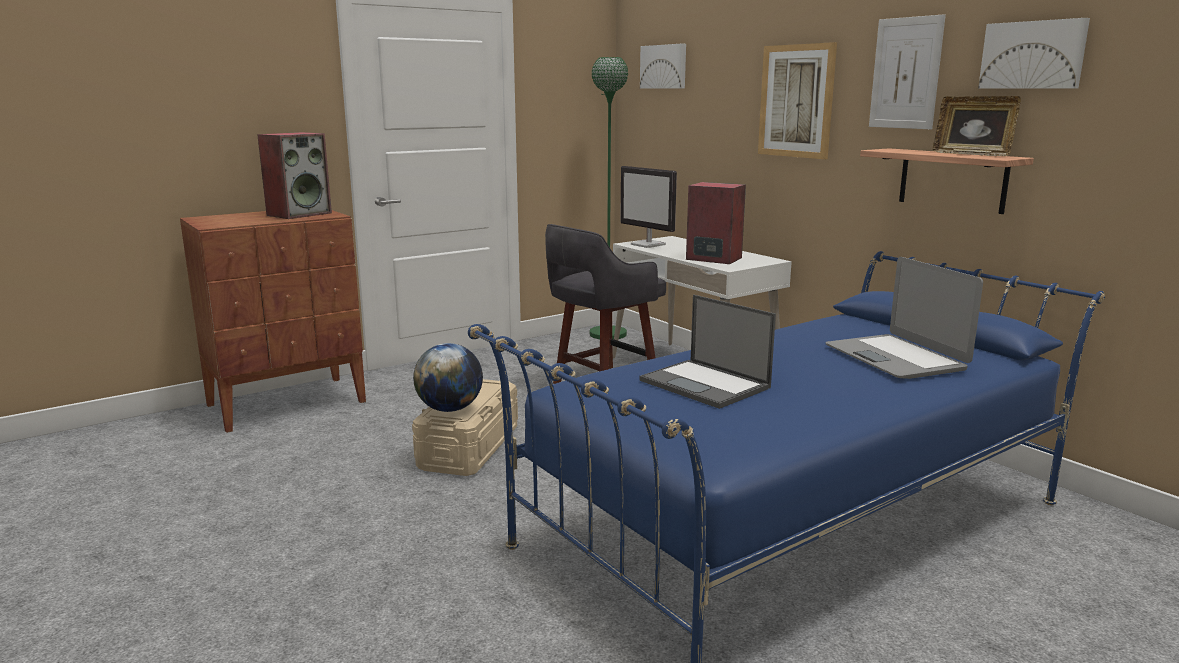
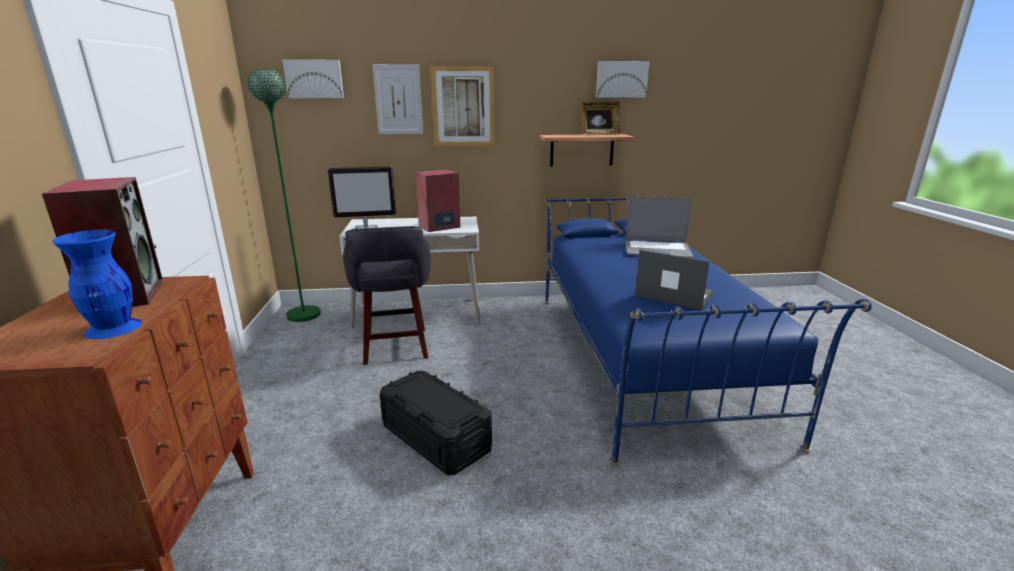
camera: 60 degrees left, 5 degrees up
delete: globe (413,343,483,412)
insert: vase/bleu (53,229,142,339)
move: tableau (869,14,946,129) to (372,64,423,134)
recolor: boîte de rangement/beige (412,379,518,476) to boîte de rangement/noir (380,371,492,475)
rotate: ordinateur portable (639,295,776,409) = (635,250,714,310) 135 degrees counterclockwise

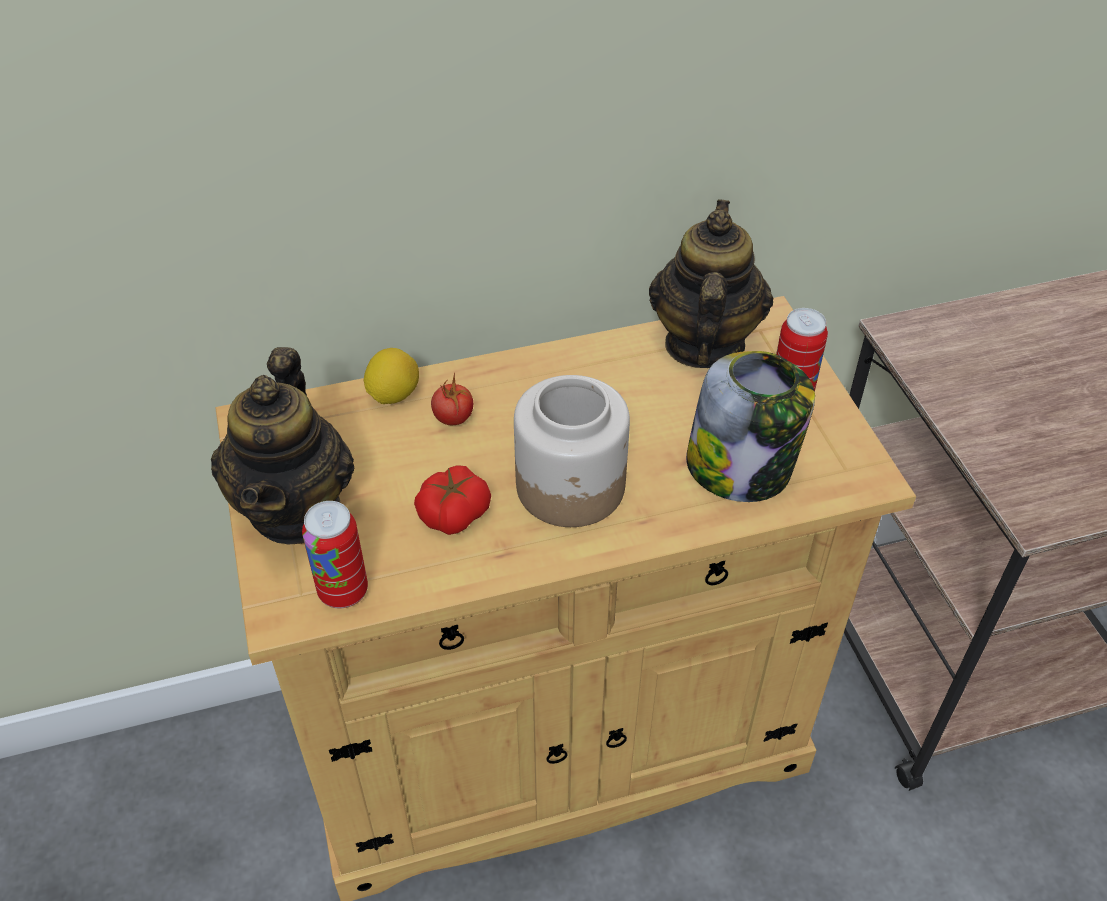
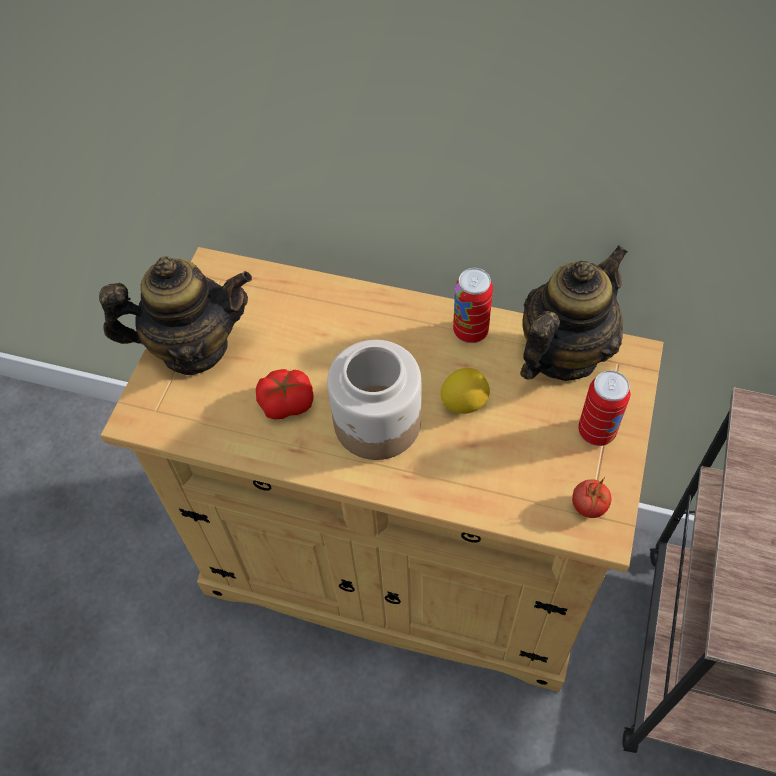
camera: 35 degrees right, 10 degrees up
delete: bocal (686,351,815,502)
move: boîte métallique (302,501,368,608) to (453,268,493,343); citron (364,348,419,404) to (440,368,490,414); tomate (431,373,473,425) to (572,477,611,518)
rotate: théière (211,347,354,544) = (99,257,252,375) 135 degrees counterclockwise

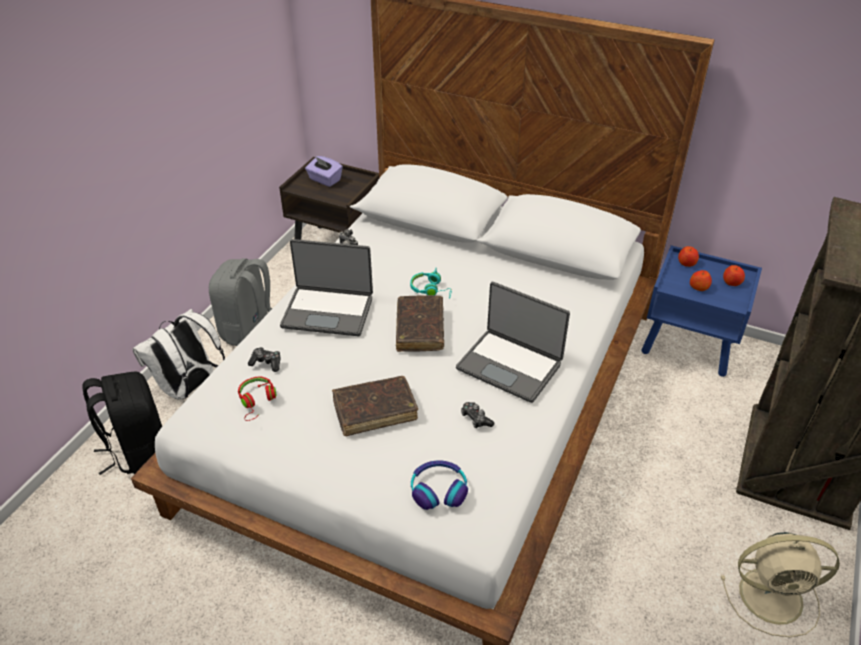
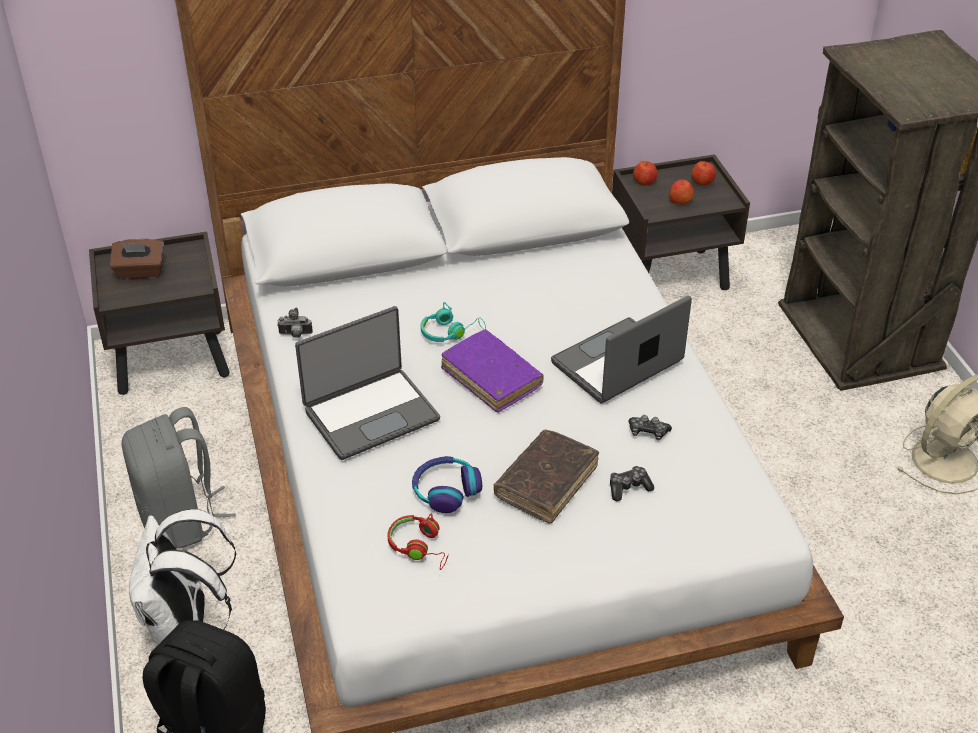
camera: 40 degrees left, 0 degrees up
move: manette (248,347,281,372) to (610,466,654,501); casque audio (411,460,468,510) to (412,456,482,513)
recolor: boîte à mouchoirs/violet (305,156,343,187) to boîte à mouchoirs/marron (110,239,164,280); livre/marron (396,295,444,352) to livre/violet (441,330,544,412); table de chevet/bleu (641,245,762,377) to table de chevet/marron (612,154,750,290)
rotate: ordinateur portable (456,282,570,403) = (551,296,692,404) 150 degrees clockwise

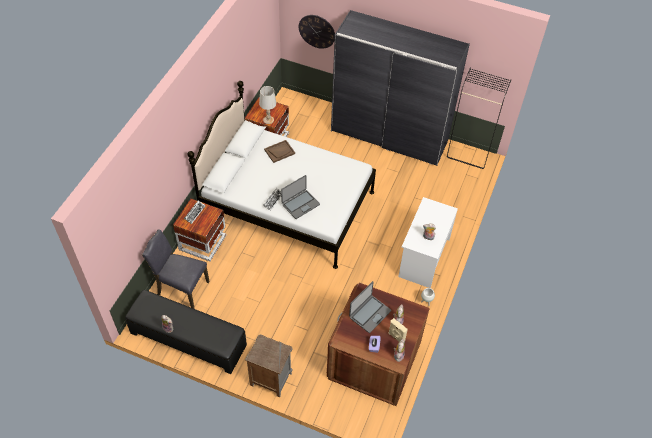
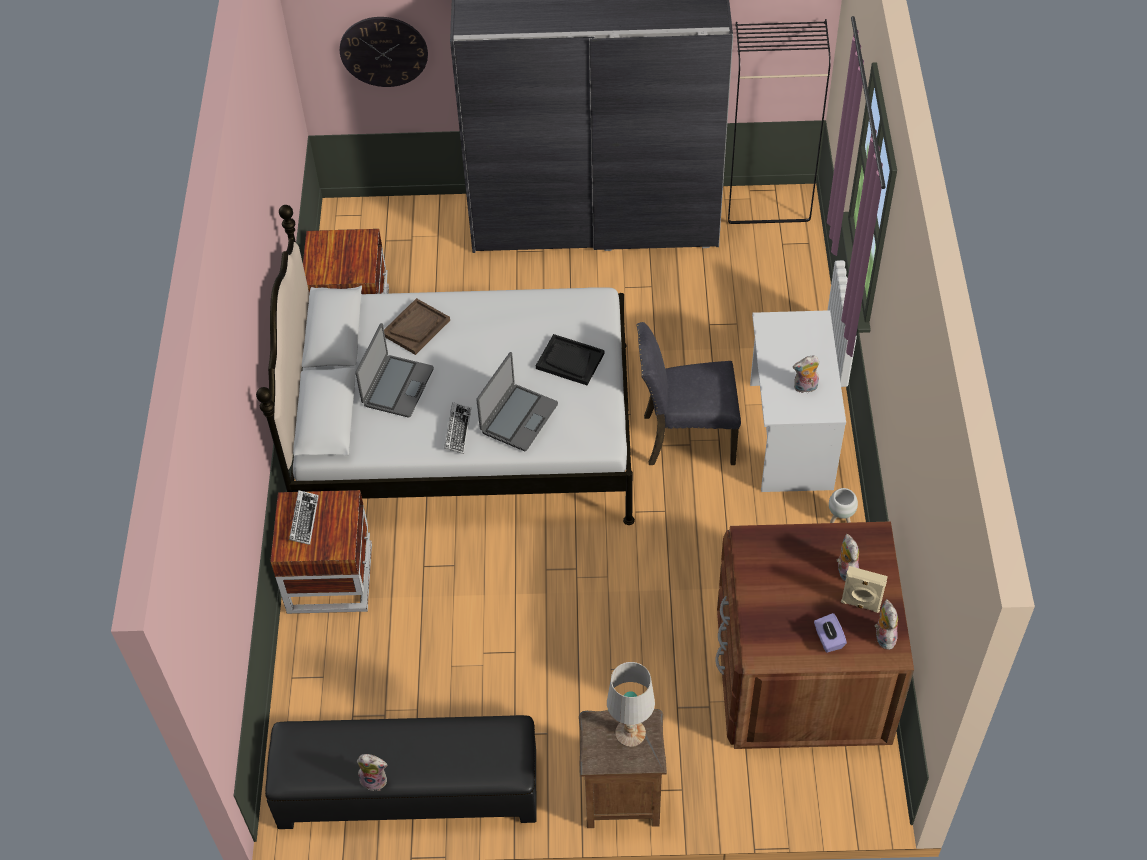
camera: 20 degrees left, 0 degrees up
insert: plateau/noir (536,334,605,385)
move: chaise/gris (142,229,210,309) to (636,322,741,465); lampe de table/blanc (259,86,276,124) to (607,662,655,747); ordinateur portable (349,281,391,333) to (355,323,434,418)

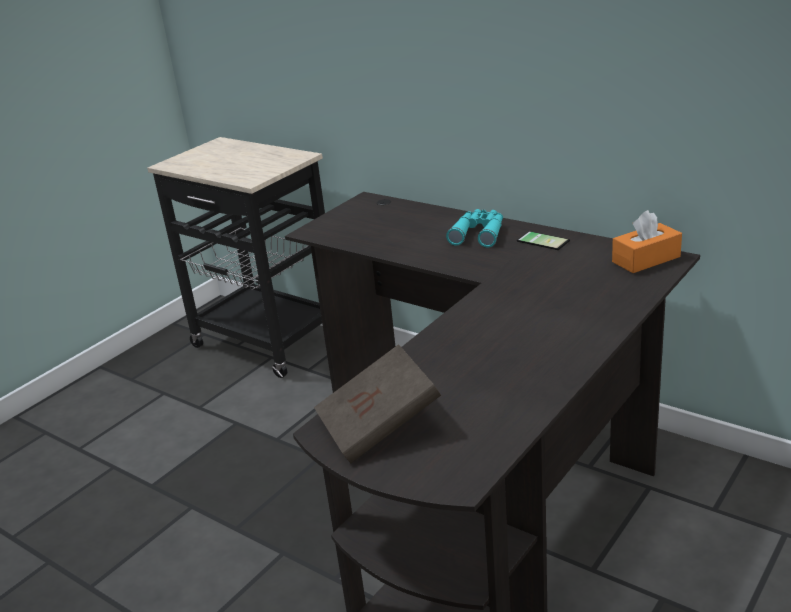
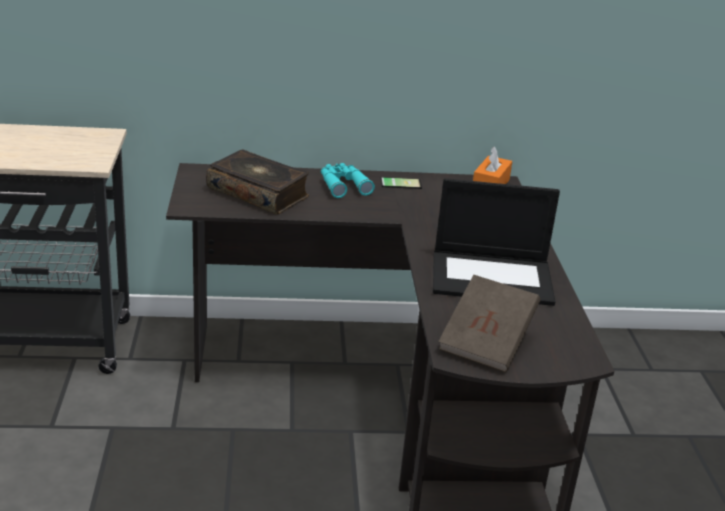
camera: 45 degrees left, 0 degrees up
insert: livre (206,150,309,214); ordinateur portable (433,178,560,306)

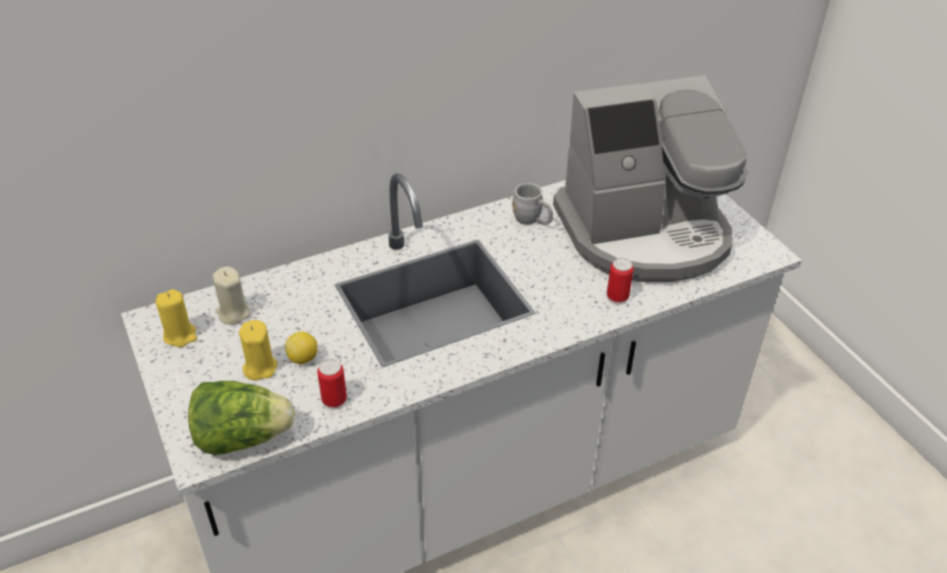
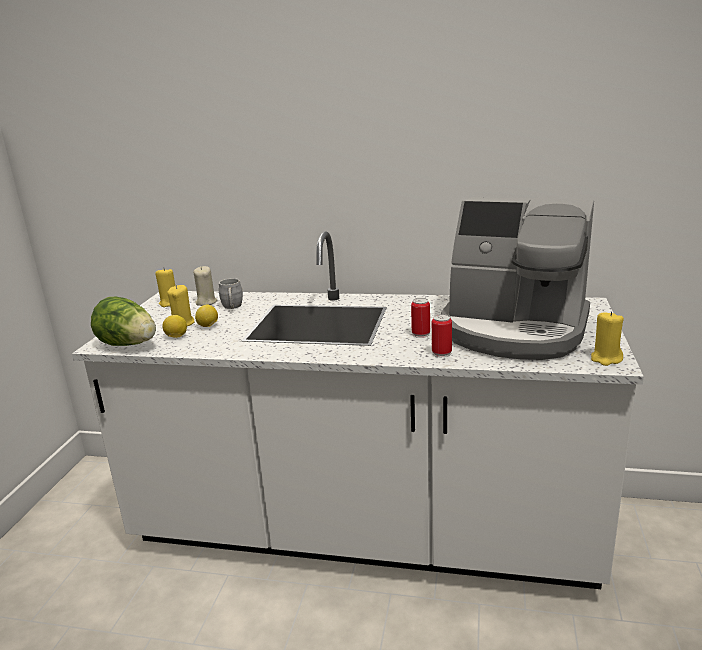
camera: 40 degrees right, 20 degrees down
insert: citron (162,315,187,338); bougie/jaune (591,311,624,366)
move: boîte métallique (317,359,347,409) to (411,298,430,338); mug/gris (512,183,553,225) to (219,278,243,309)

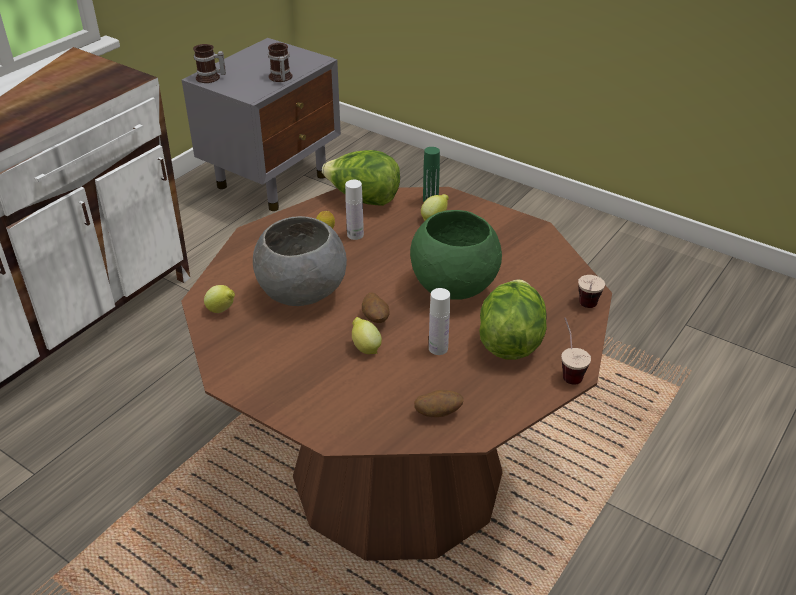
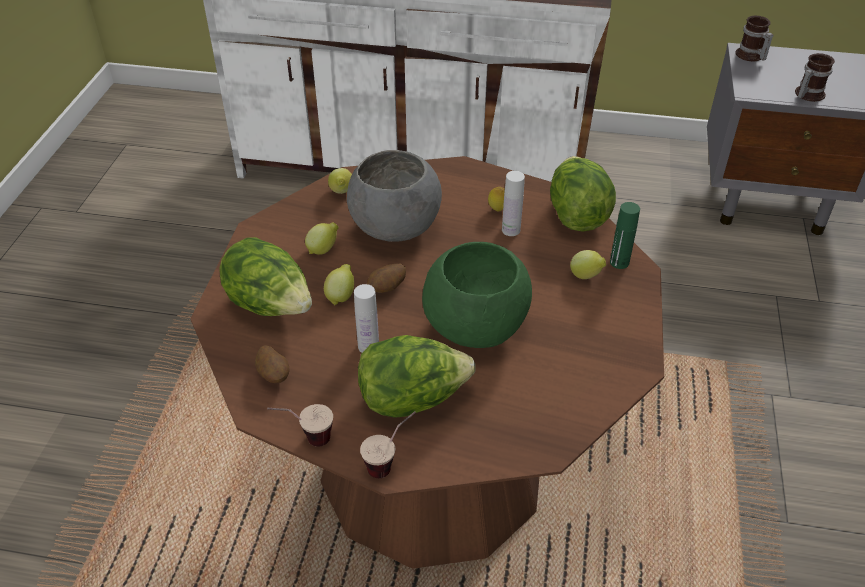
camera: 65 degrees right, 5 degrees up
insert: laitue (219,237,312,316); citron (305,223,339,255)
move: tasse (578,275,605,308) to (267,404,333,447)

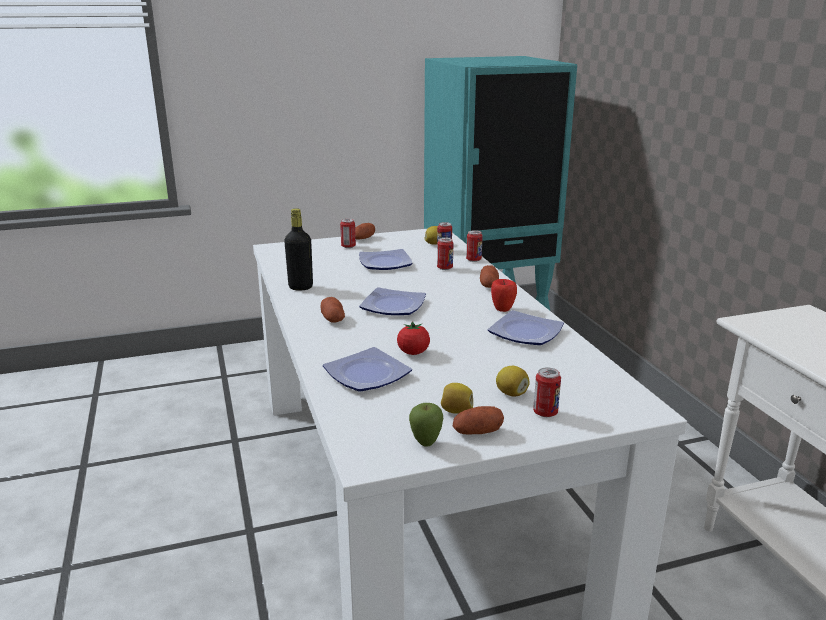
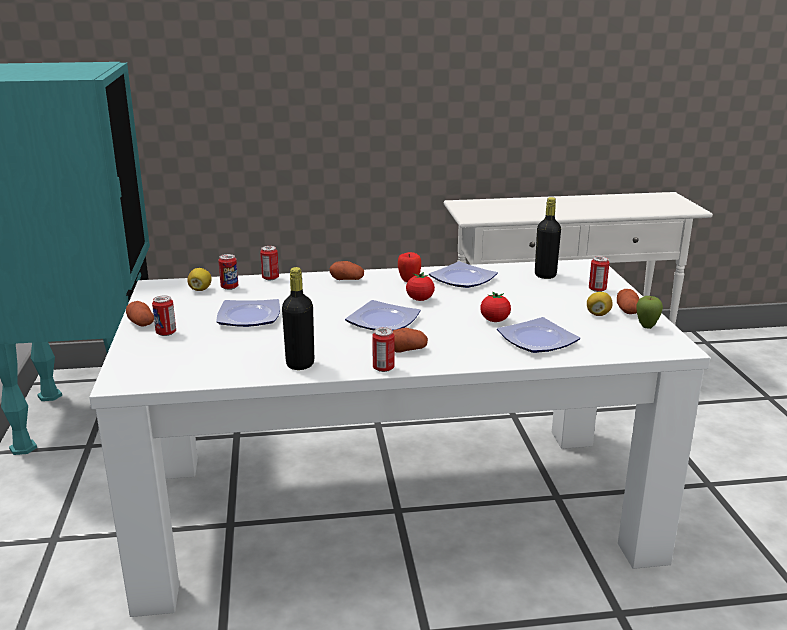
camera: 80 degrees left, 0 degrees up
delete: citron (496,366,530,396)
insert: tomate (406,272,435,301); bouteille/noir (535,197,561,279)
move: boîte métallique (437,238,453,270) to (372,327,394,372)

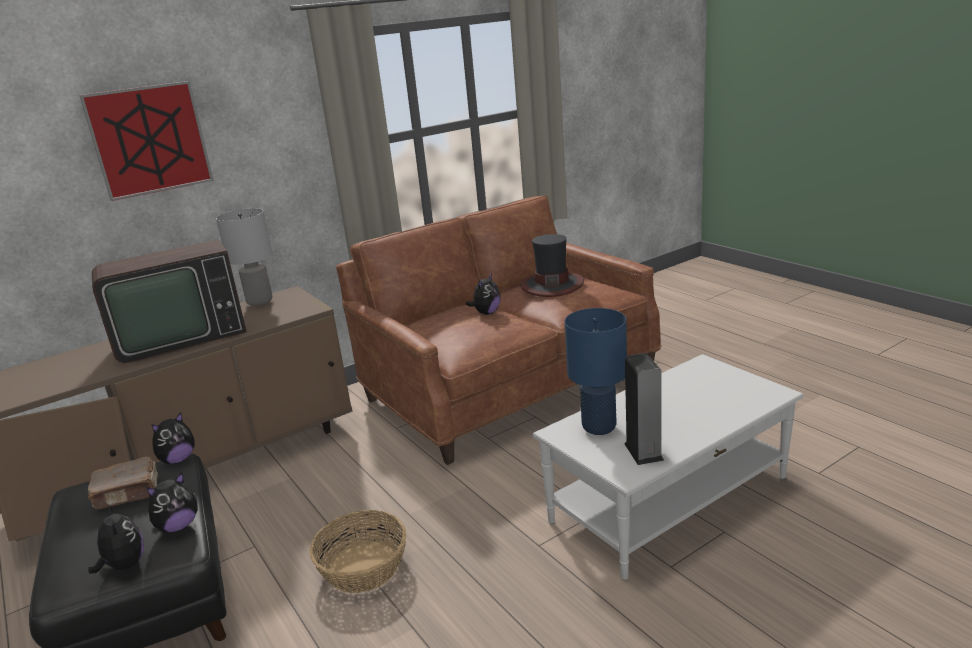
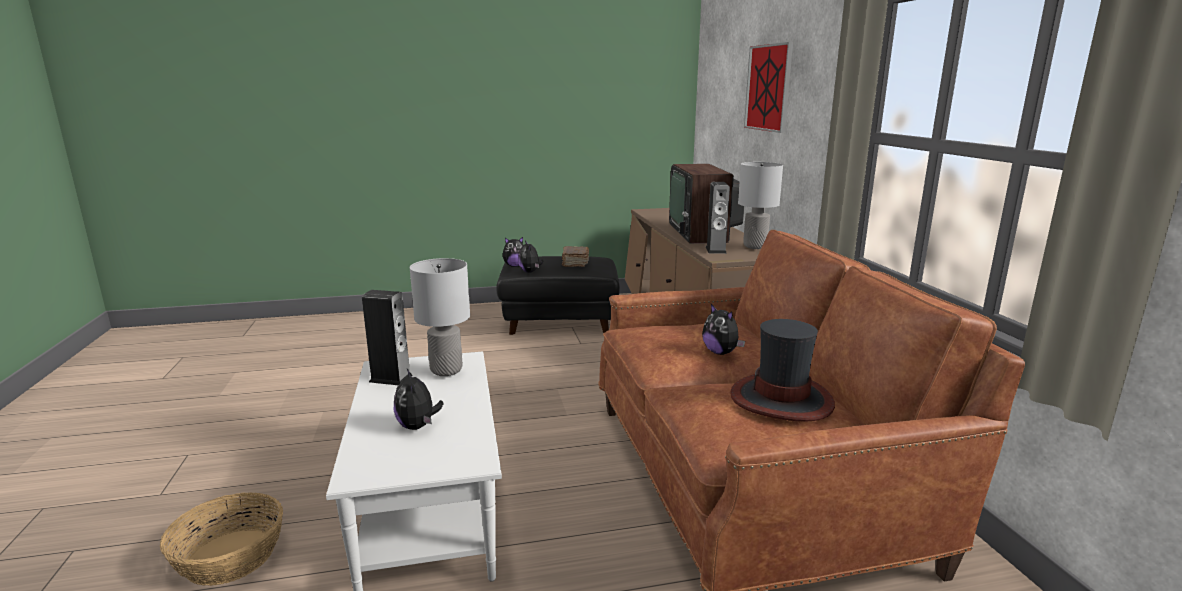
camera: 110 degrees right, 5 degrees down
insert: enceinte (706,182,730,254)
move: peluche (151,412,195,464) to (394,369,443,430); panier (310,510,406,593) to (160,493,283,586)
recolor: lampe de table/bleu (565,308,627,435) to lampe de table/gris (410,258,470,376)

